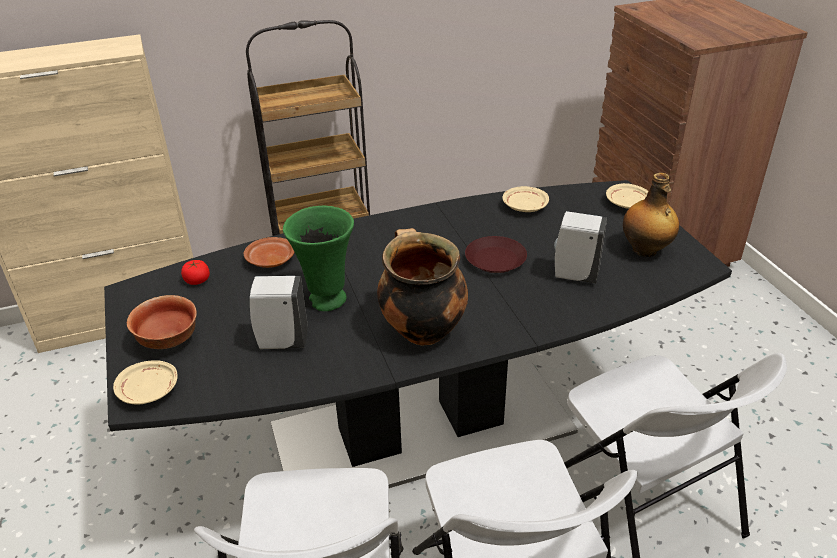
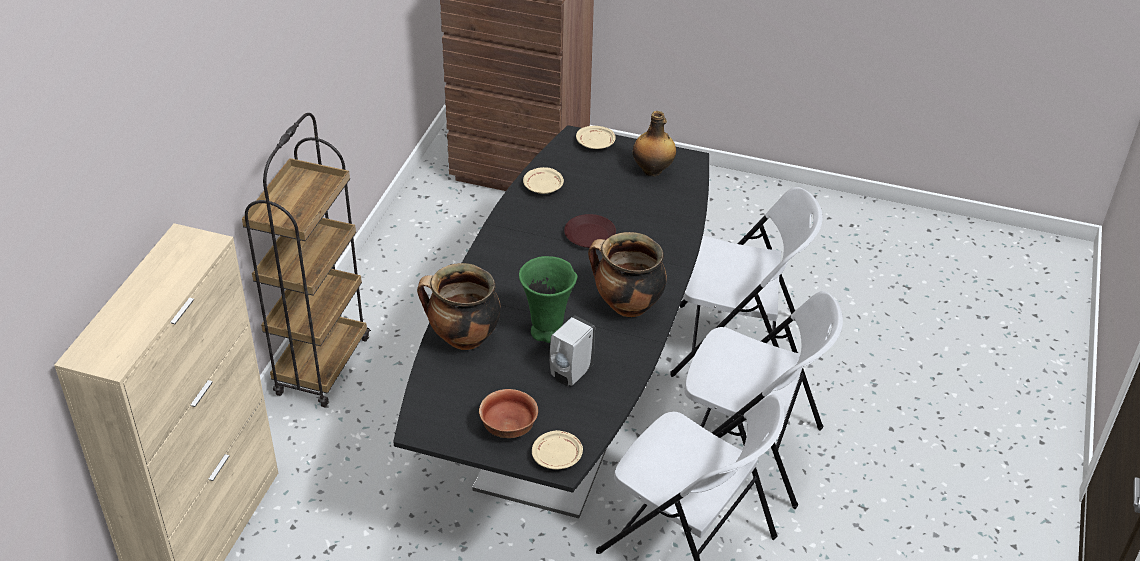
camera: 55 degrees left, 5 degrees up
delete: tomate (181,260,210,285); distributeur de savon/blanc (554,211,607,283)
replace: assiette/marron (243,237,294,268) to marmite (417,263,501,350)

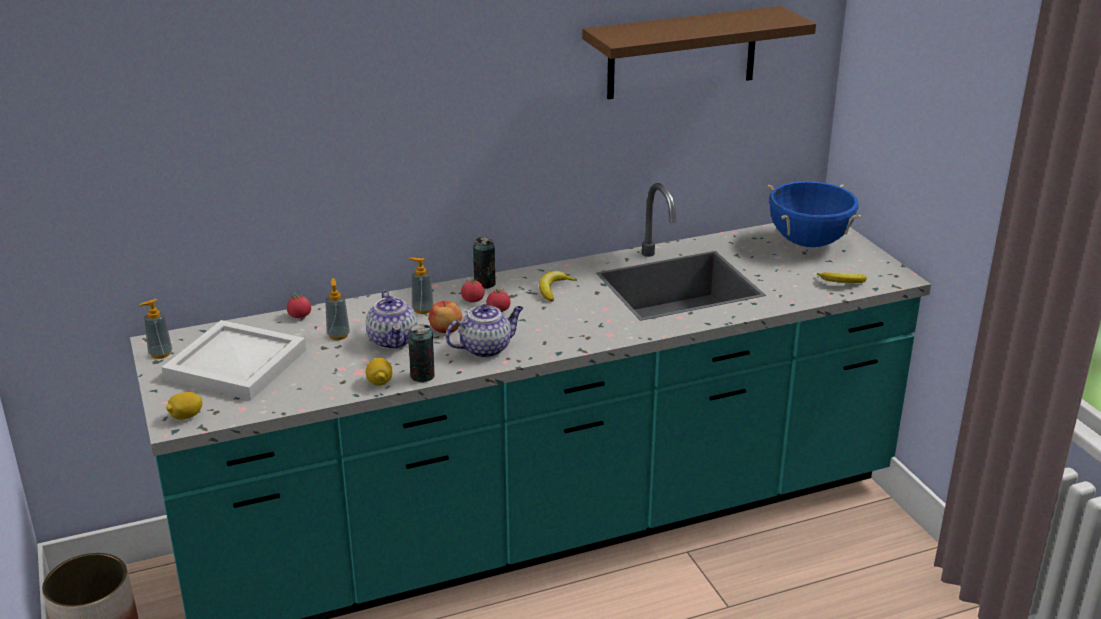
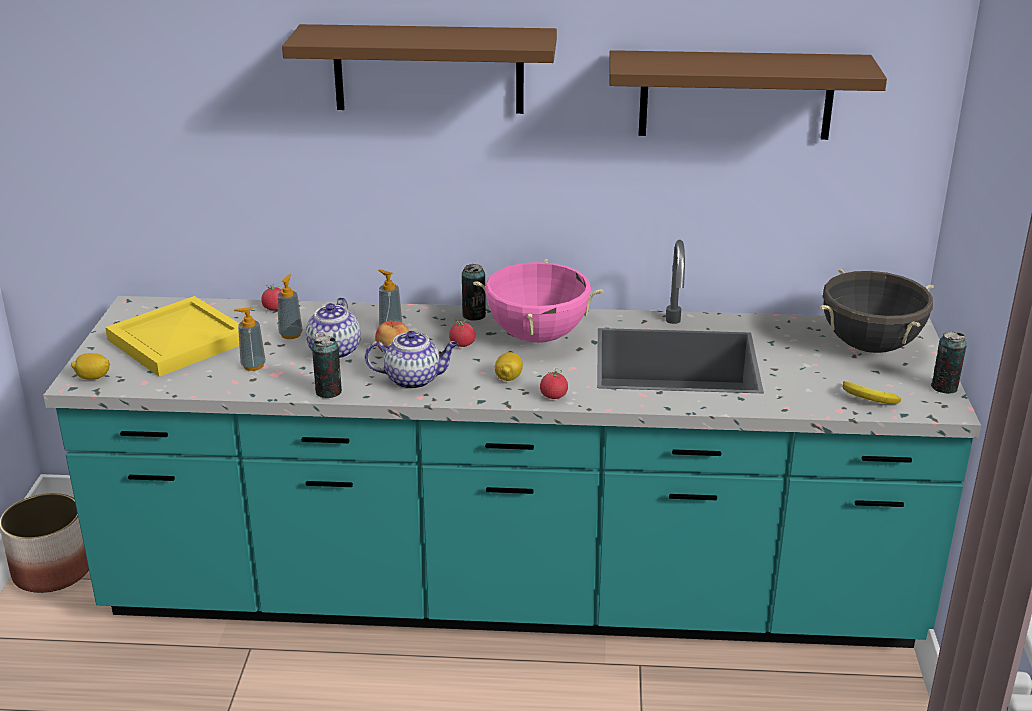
camera: 25 degrees right, 0 degrees up
insert: étagère/marron (282,24,557,114); boîte métallique (931,331,967,394)
move: distributeur de savon (139,299,172,359) to (234,307,266,371); citron (366,358,392,386) to (494,352,523,381); tomate (461,276,485,302) to (540,368,568,399)
replace: banane (539,271,577,302) to marmite/rose (473,259,604,343)
recolor: plateau/blanc (161,320,306,400) to plateau/jaune (105,296,239,377); marmite/bleu (768,181,862,247) to marmite/noir (820,269,934,353)

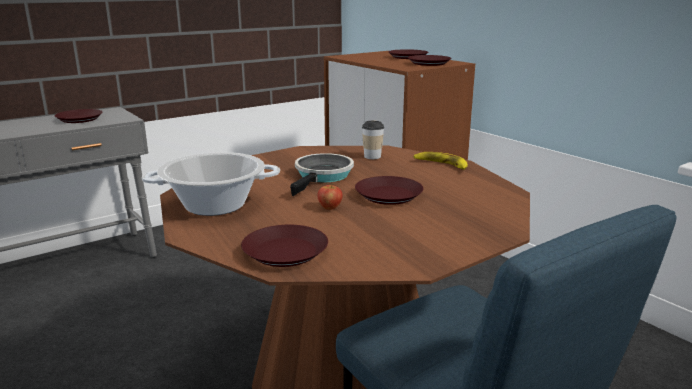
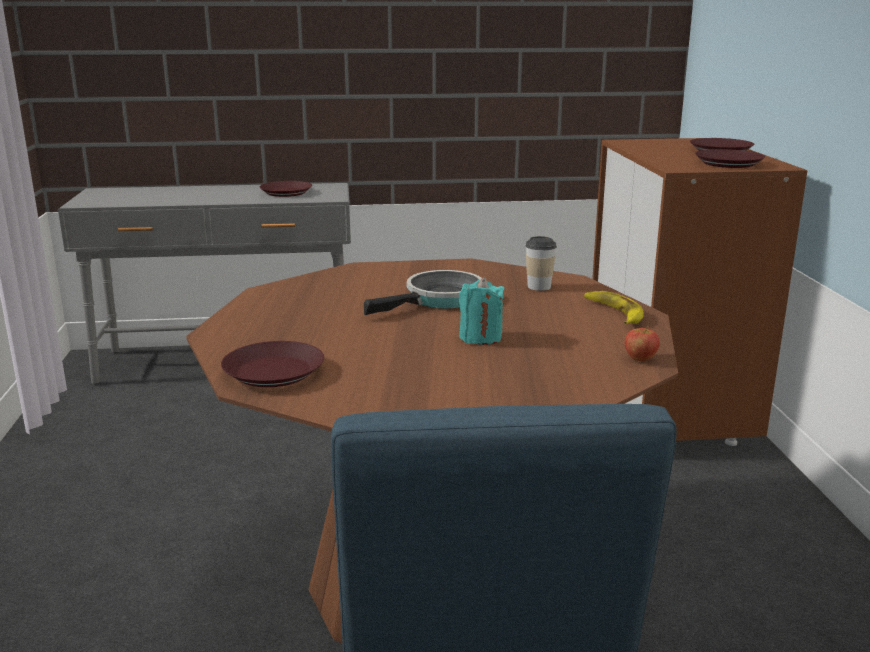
camera: 30 degrees right, 0 degrees up
delete: marmite (142,152,280,216)
move: pomme (317,182,343,210) to (625,325,660,361)
replace: assiette/marron (355,176,424,205) to bougie/turquoise (459,277,505,345)

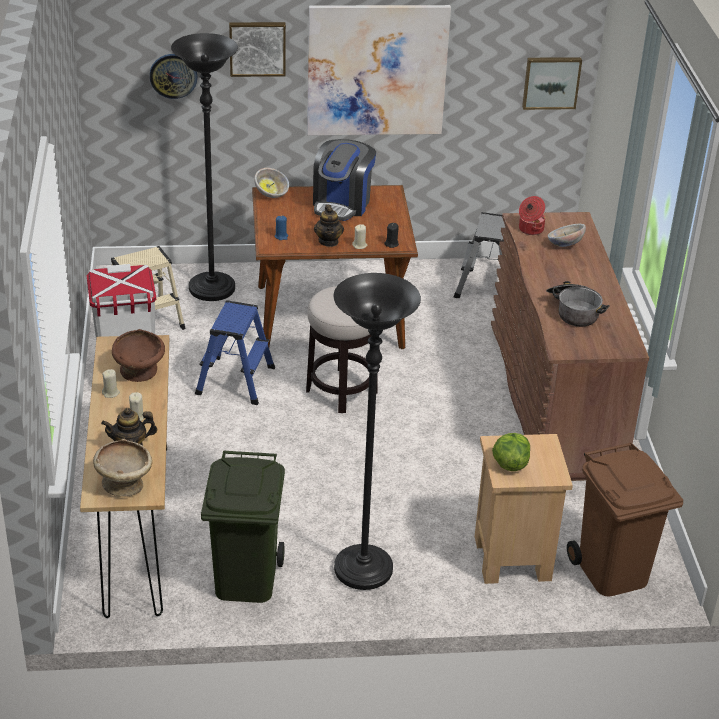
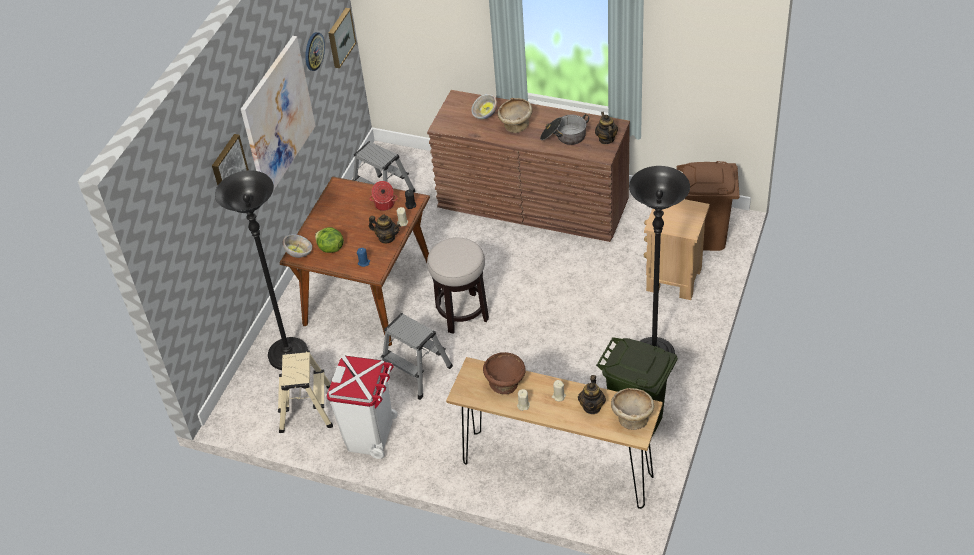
camera: 60 degrees left, 10 degrees up
delete: machine à café (313,139,376,221)
insert: bol/beige (498,98,532,133); théière (595,112,618,144)
move: horloge murale (150,54,197,99) to (305,32,325,71); laitue (492,433,530,471) to (315,227,344,253); marmite (519,196,545,235) to (370,181,398,211)
recolor: escabeau/bleu (195,300,275,405) to escabeau/gris (381,313,453,400)

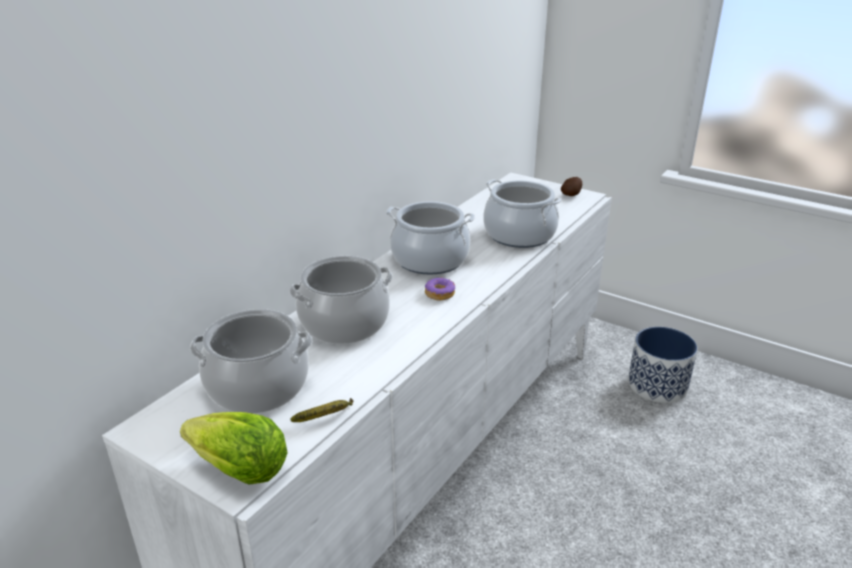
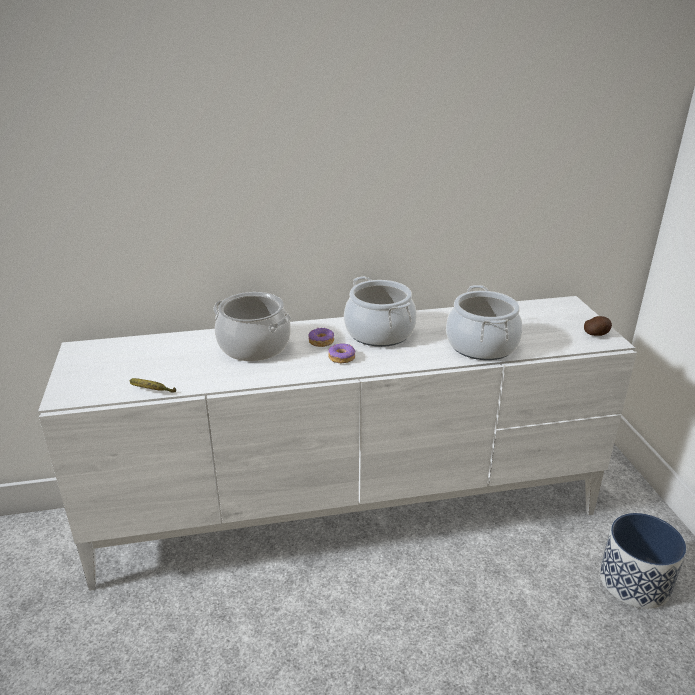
camera: 45 degrees right, 0 degrees up
delete: laitue (180,412,288,485); marmite (190,309,313,414)
insert: beignet (308,327,334,347)

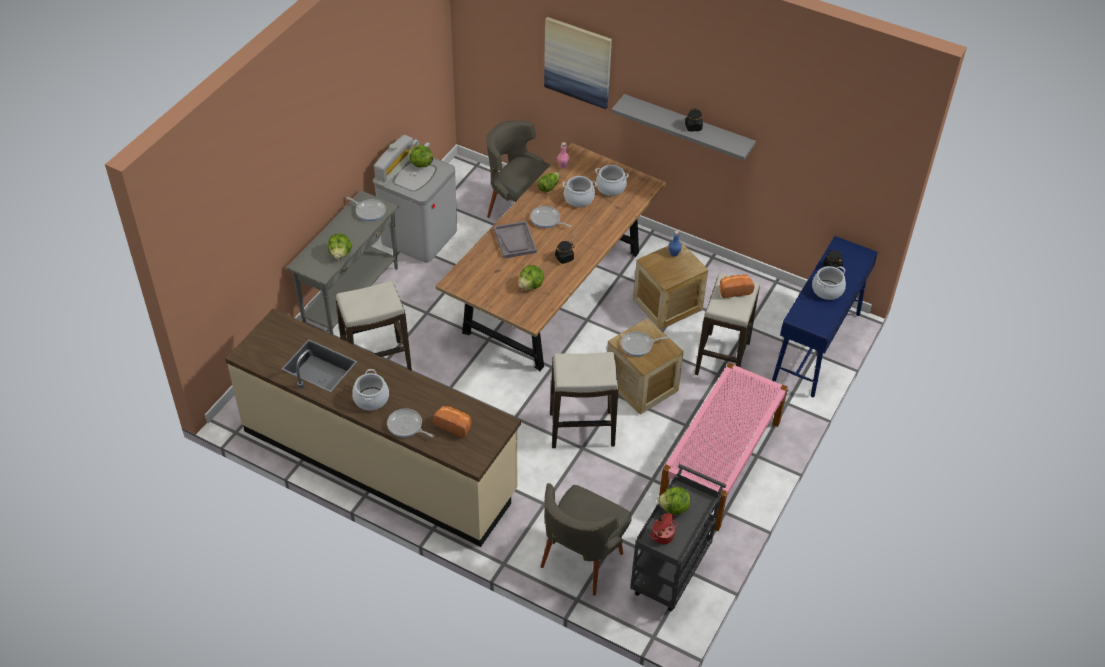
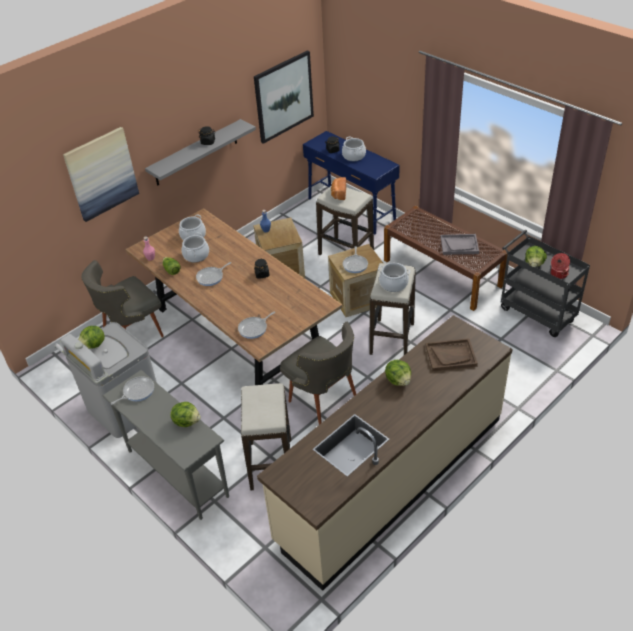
camera: 70 degrees left, 5 degrees down
insert: tableau (254,50,314,144)
move: marmite (352,369,389,411) to (378,263,410,292); poêle (387,408,434,437) to (238,312,275,339); plateau/gris (494,221,537,258) to (440,234,479,255); laitue (518,265,544,290) to (385,360,411,386); chaise/gris (540,483,632,595) to (280,321,356,425)
replace: pain (433,406,471,437) to plateau/marron (425,338,478,371)
recolor: banc/rose (659,363,788,531) to banc/marron (384,206,507,311)

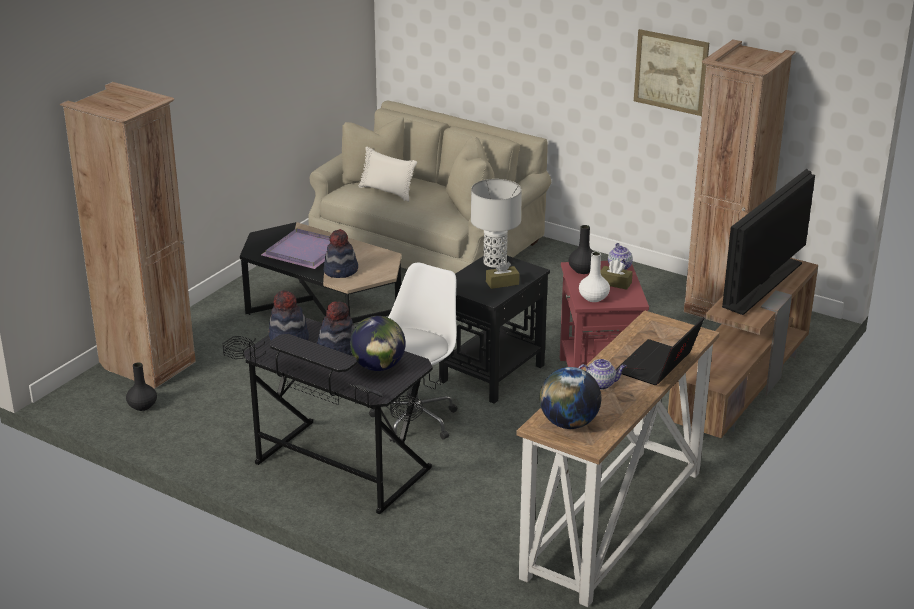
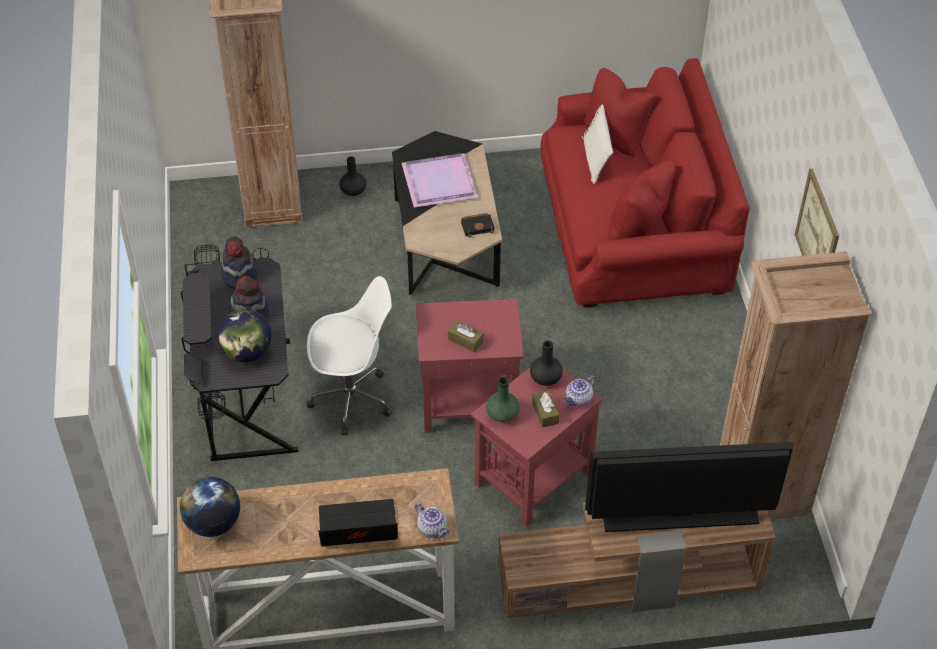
camera: 50 degrees right, 20 degrees up
delete: chapeau (323,229,358,278); lampe de table/blanc (471,179,522,268)
insert: livre/noir (461,213,495,237)
move: vase/noir (126,362,157,411) to (339,156,366,196); théière (578,359,626,390) to (415,503,450,538)
recolor: canapé/beige (309,100,551,274) to canapé/rouge (540,58,750,308); table d'appoint/noir (439,253,550,404) to table d'appoint/rouge (416,299,524,433); vase/blanc (579,252,610,302) to vase/vert (486,377,519,422)

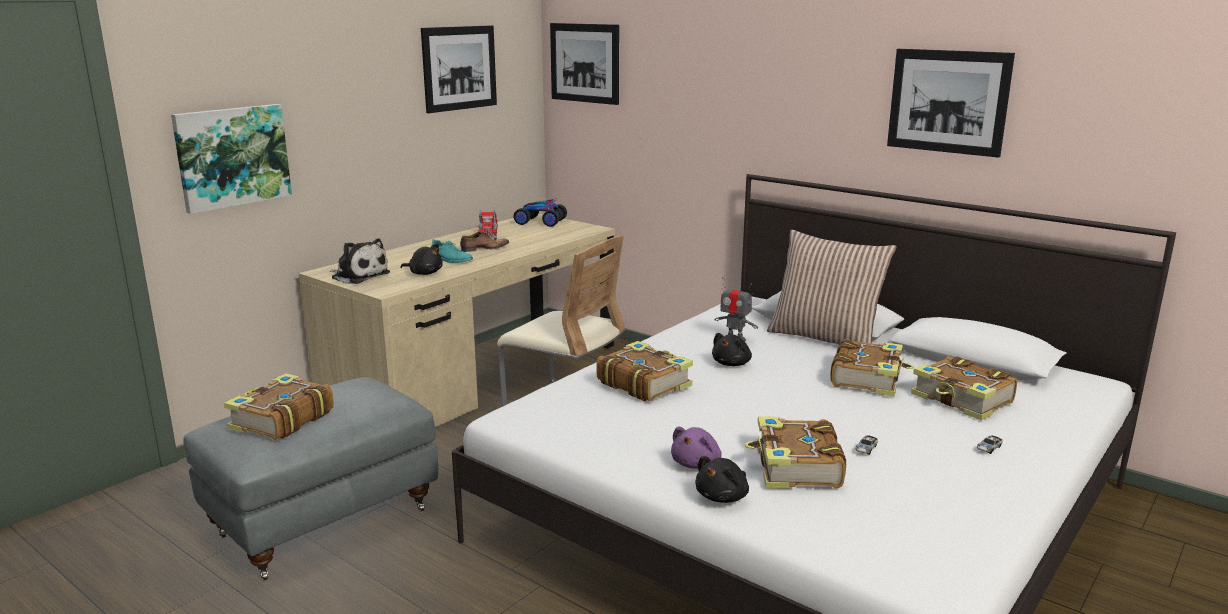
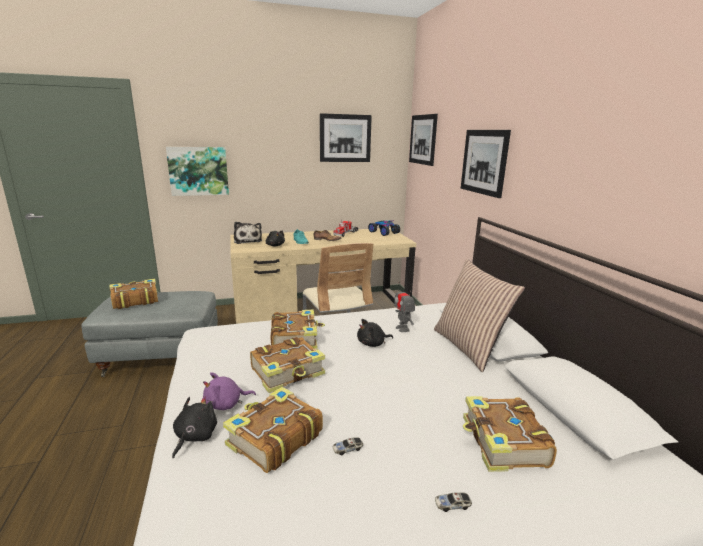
camera: 35 degrees right, 0 degrees up
move: livre (830,339,914,396) to (250,337,325,393); tableau (887,49,1015,158) to (461,130,511,198)
rotate: peluche/noir (695,456,749,503) = (172,396,217,458) 120 degrees clockwise

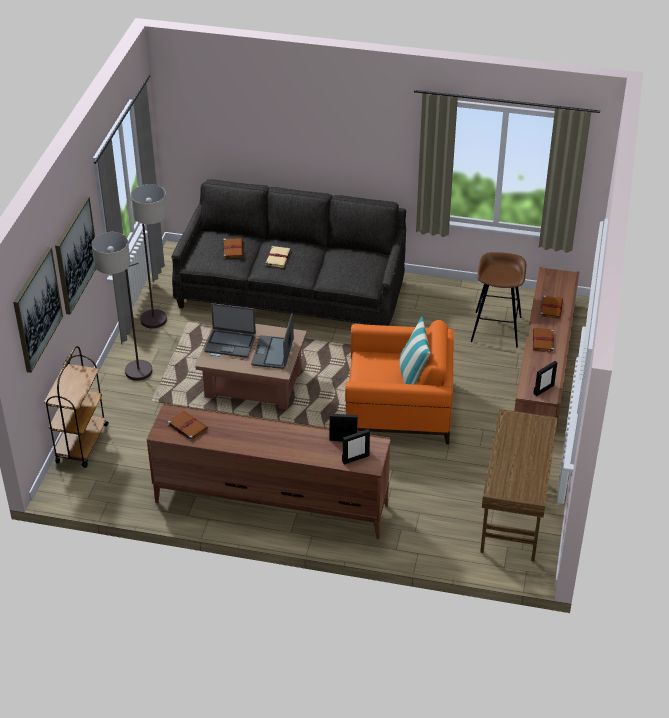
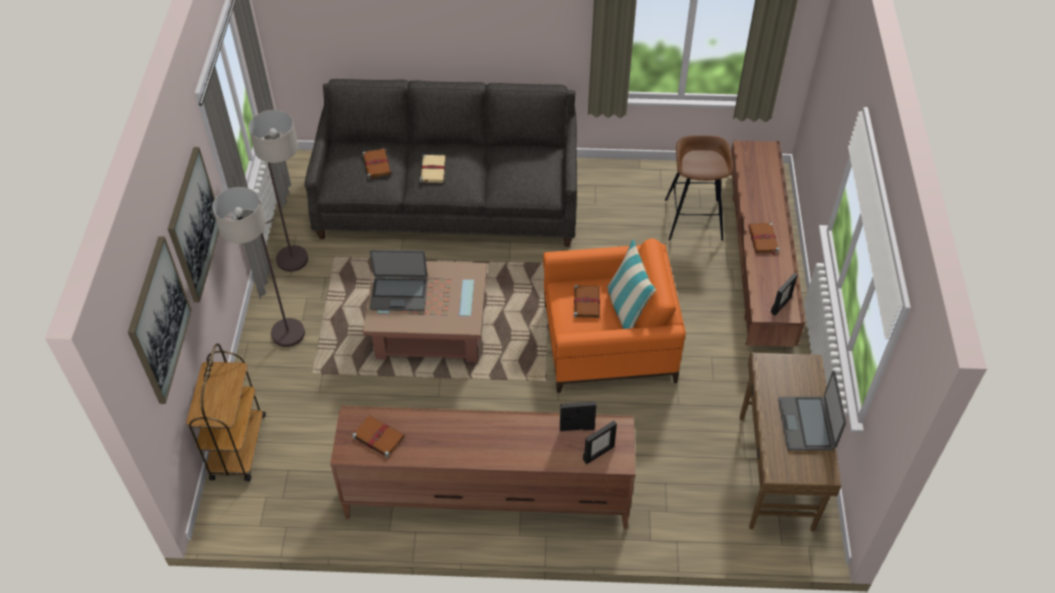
camera: 10 degrees left, 10 degrees up
move: ordinateur portable (251,313,294,369) to (778,371,846,451); livre/marron (540,295,563,319) to (574,285,600,318)

